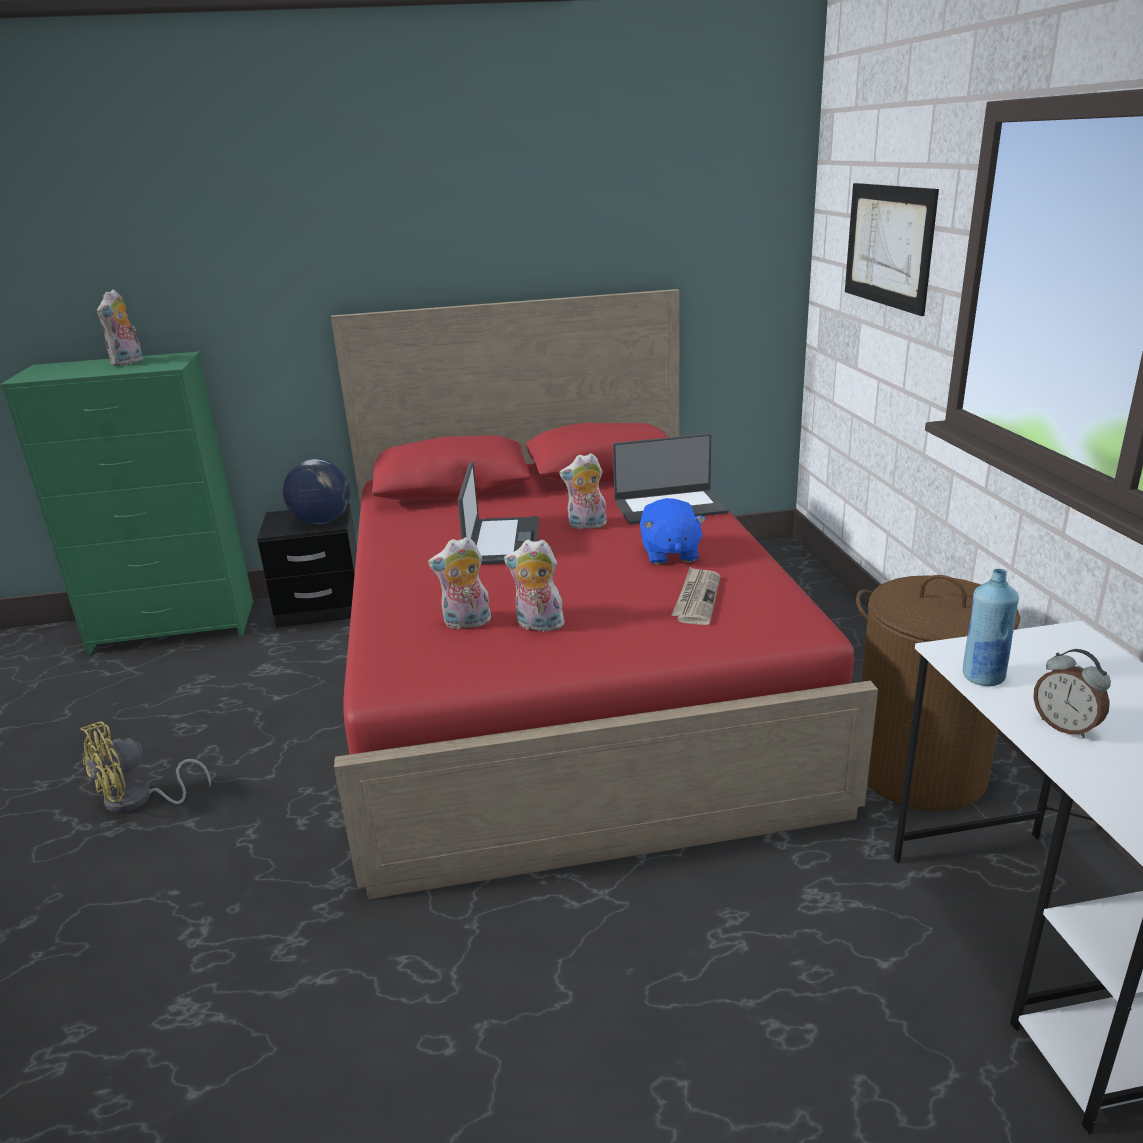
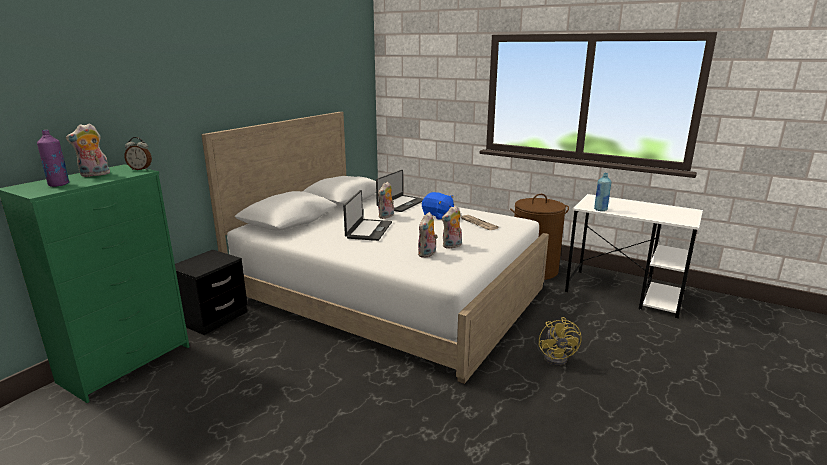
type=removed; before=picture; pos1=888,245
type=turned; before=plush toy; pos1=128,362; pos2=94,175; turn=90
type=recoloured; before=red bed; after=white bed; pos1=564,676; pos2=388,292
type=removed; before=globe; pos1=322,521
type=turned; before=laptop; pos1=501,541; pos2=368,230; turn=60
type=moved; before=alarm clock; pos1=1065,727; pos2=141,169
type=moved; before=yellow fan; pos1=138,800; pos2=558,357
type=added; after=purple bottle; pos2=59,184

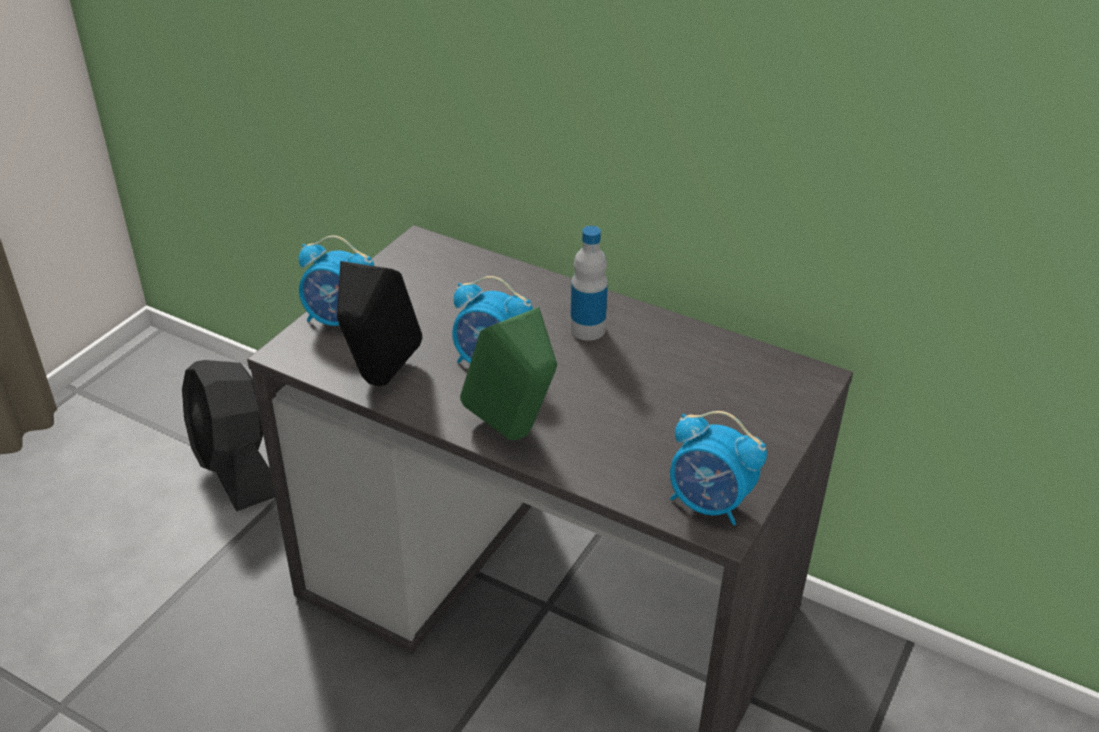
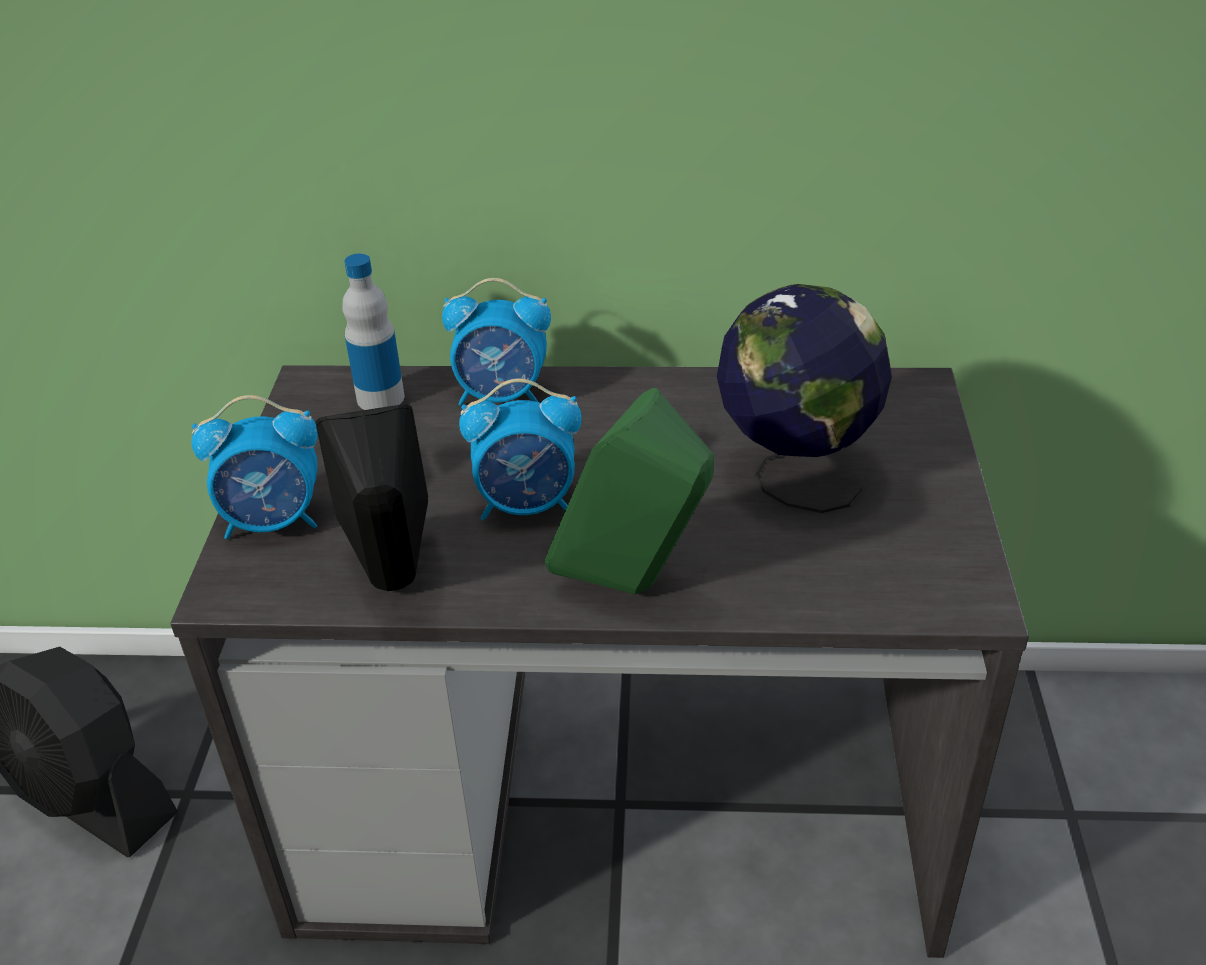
type=moved; before=bottle; pos1=587,329; pos2=380,398
type=moved; before=alarm clock; pos1=709,504; pos2=502,396
type=added; after=globe; pos2=794,475

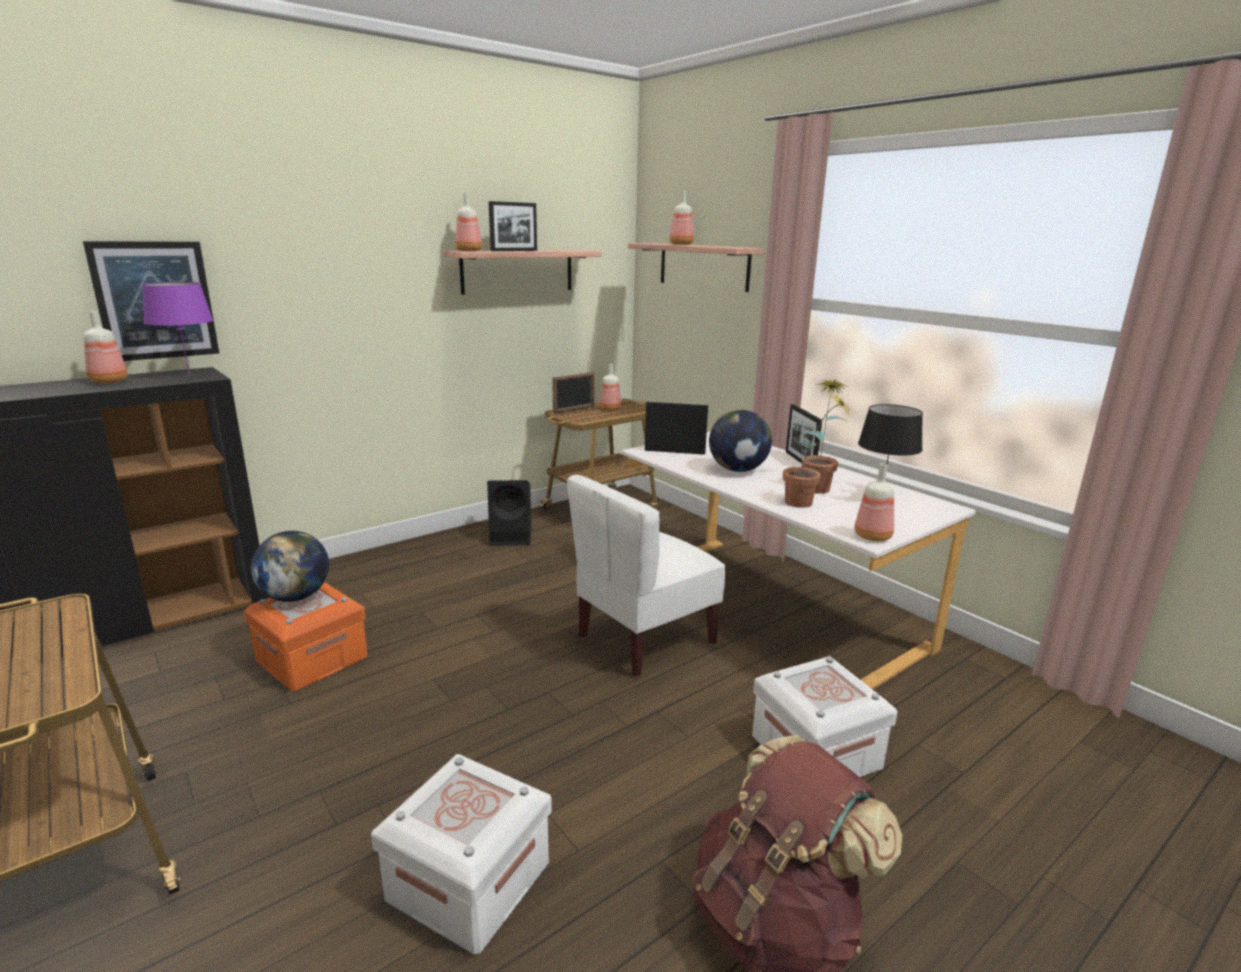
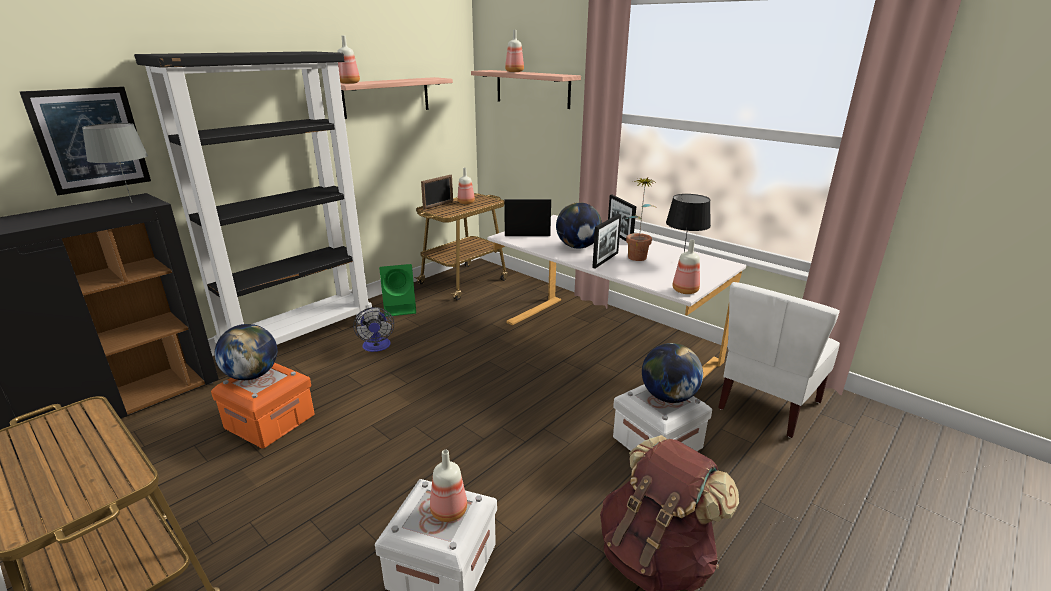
type=moved; before=picture frame; pos1=514,251; pos2=605,260
type=recoloured; before=purple table lamp; after=grey table lamp; pos1=189,375; pos2=131,202
type=moved; before=bottle; pos1=108,381; pos2=448,512
type=removed; before=potted plant; pos1=807,504
type=moved; before=white chair; pos1=644,640; pos2=767,405
type=recoloured; before=black speaker; after=green speaker; pos1=512,537; pos2=401,308
type=added; after=black bookcase; pos2=301,337
type=added; after=fan; pos2=377,347
type=added; after=globe; pos2=668,397

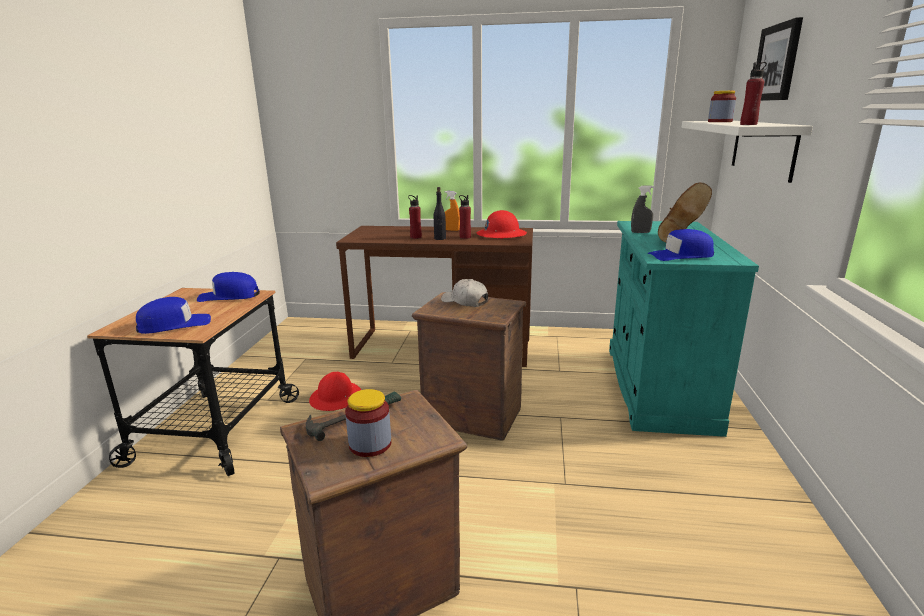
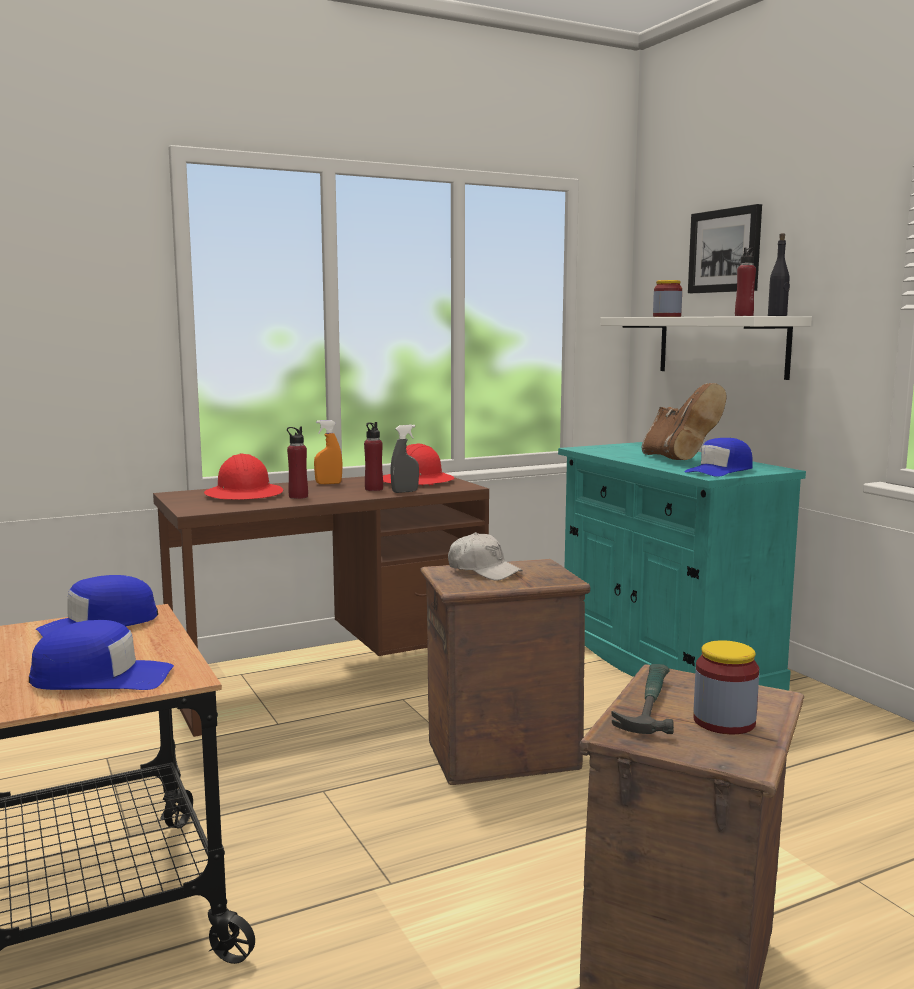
type=moved; before=grey spray bottle; pos1=640,232; pos2=405,492
type=moved; before=black bottle; pos1=440,238; pos2=777,316
type=turned; before=white cap; pos1=465,301; pos2=483,571; turn=-150
type=turned; before=blue cap; pos1=175,324; pos2=102,678; turn=60
type=moved; before=red hard hat; pos1=336,398; pos2=244,494

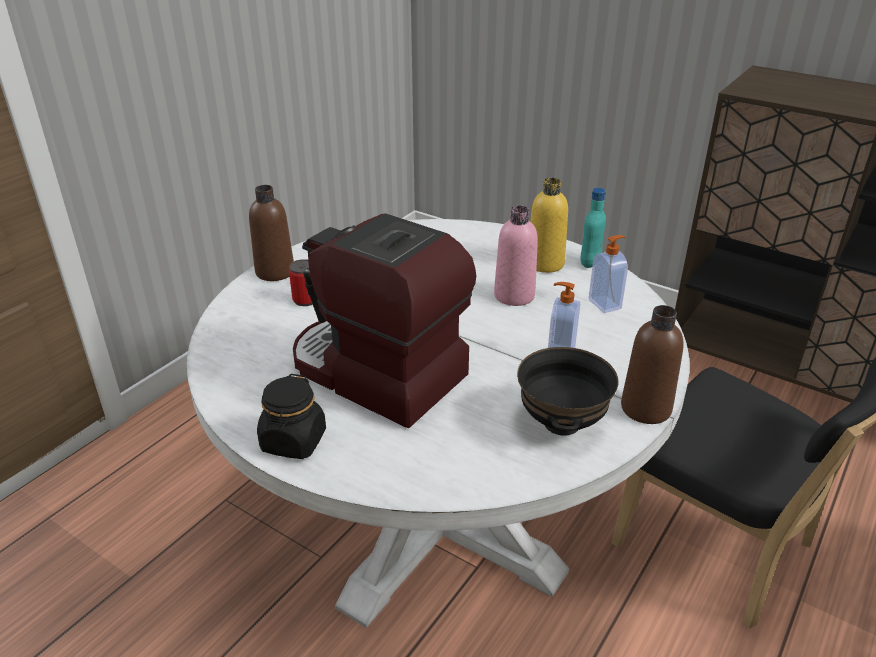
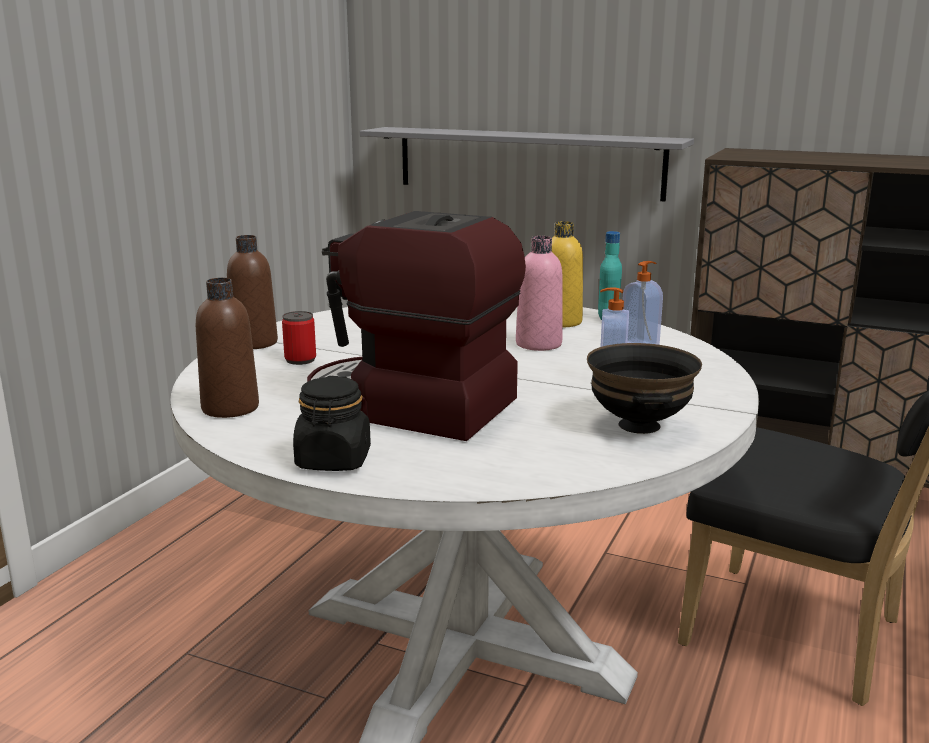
type=moved; before=brown bottle; pos1=646,408; pos2=230,408
type=added; after=grey shelf; pos2=527,162

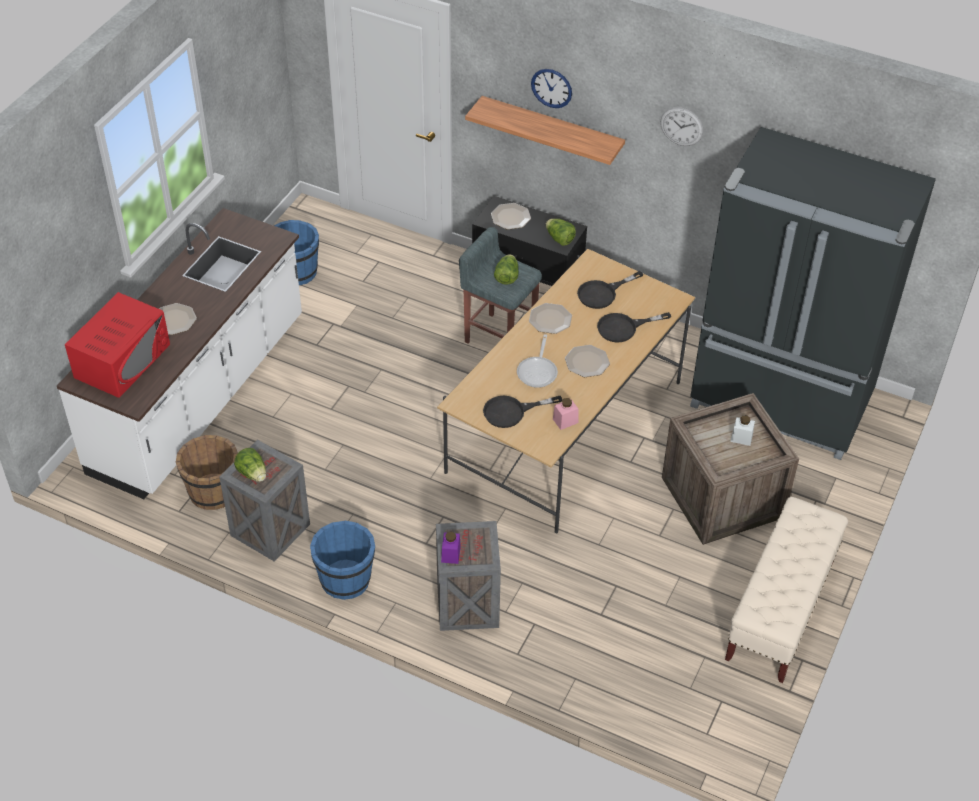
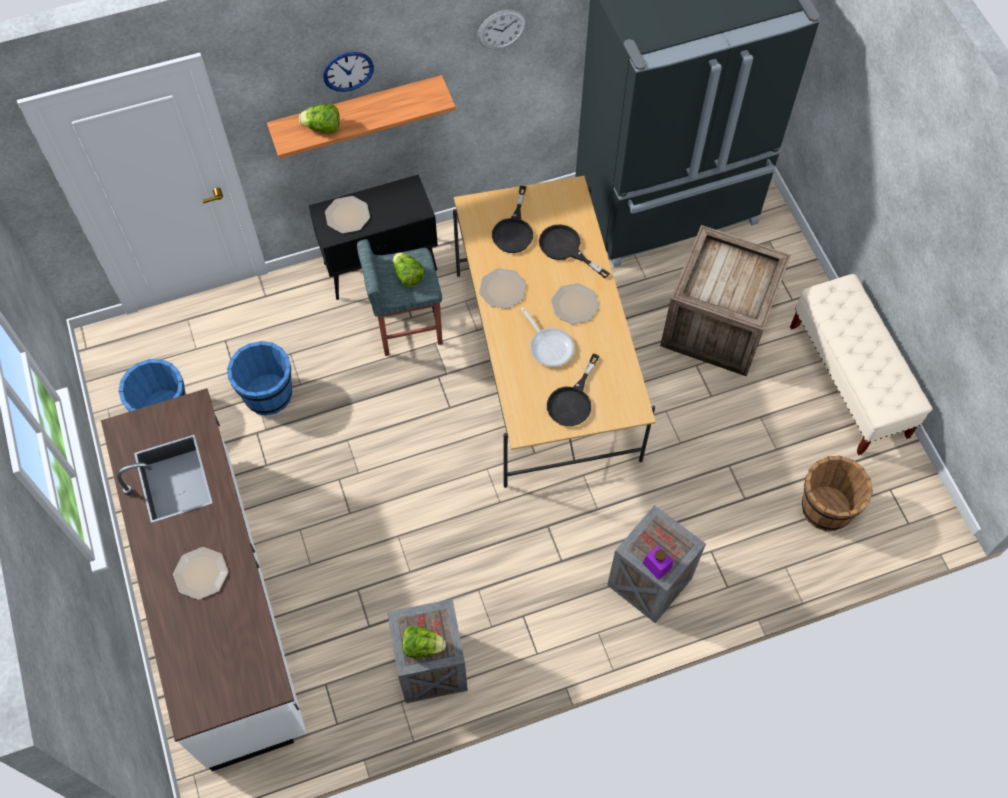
type=moved; before=lettuce; pos1=559,239; pos2=322,128
type=removed; before=red microwave; pos1=122,360
type=turned; before=black frying pan; pos1=624,328; pos2=566,249; turn=105
type=removed; before=pink jar; pos1=565,421
type=removed; before=white jar; pos1=741,438
type=moved; before=brown bucket; pos1=213,491; pos2=825,507
type=moved; before=blue bucket; pos1=345,579; pos2=268,394

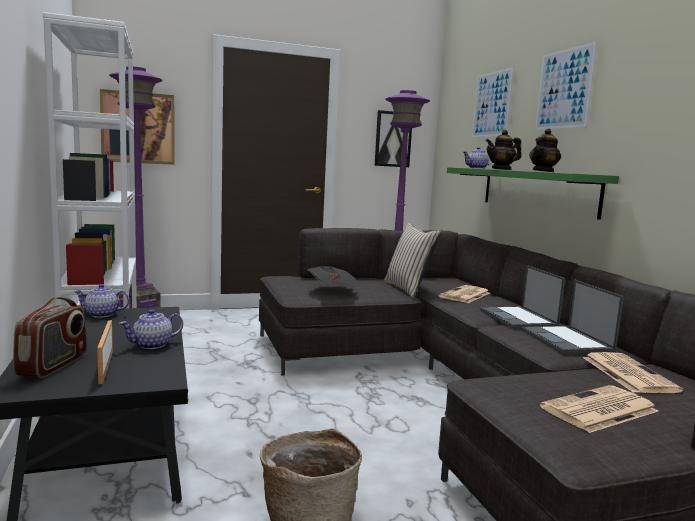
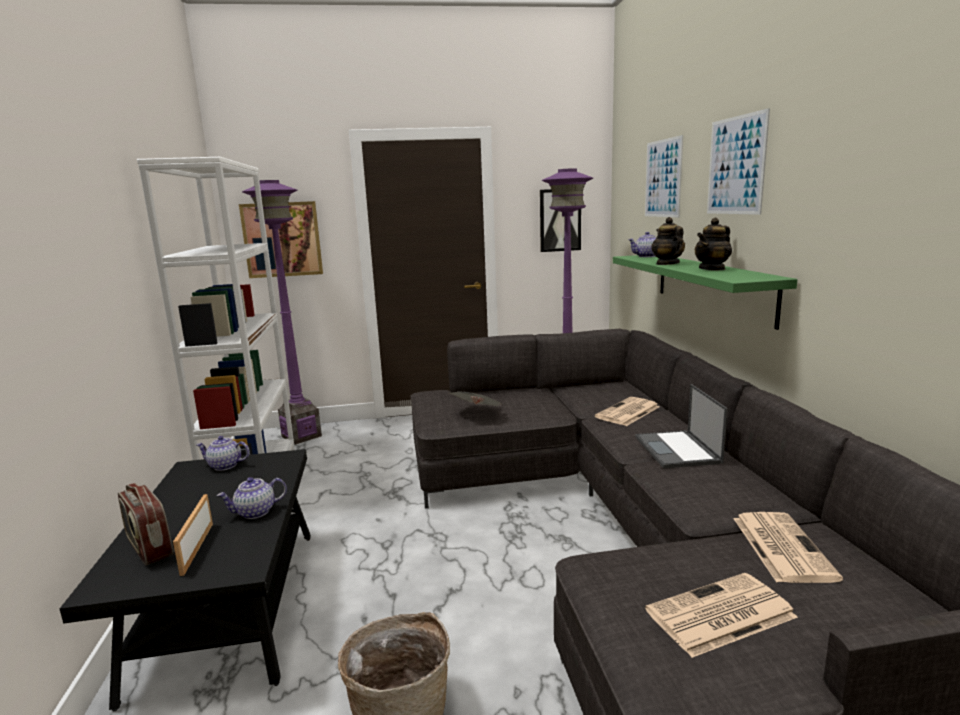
type=turned; before=teapot; pos1=501,169; pos2=667,264; turn=90
type=removed; before=beige pillow; pos1=408,289
type=removed; before=laptop; pos1=567,341
type=turned; before=radio; pos1=53,365; pos2=149,547; turn=120

